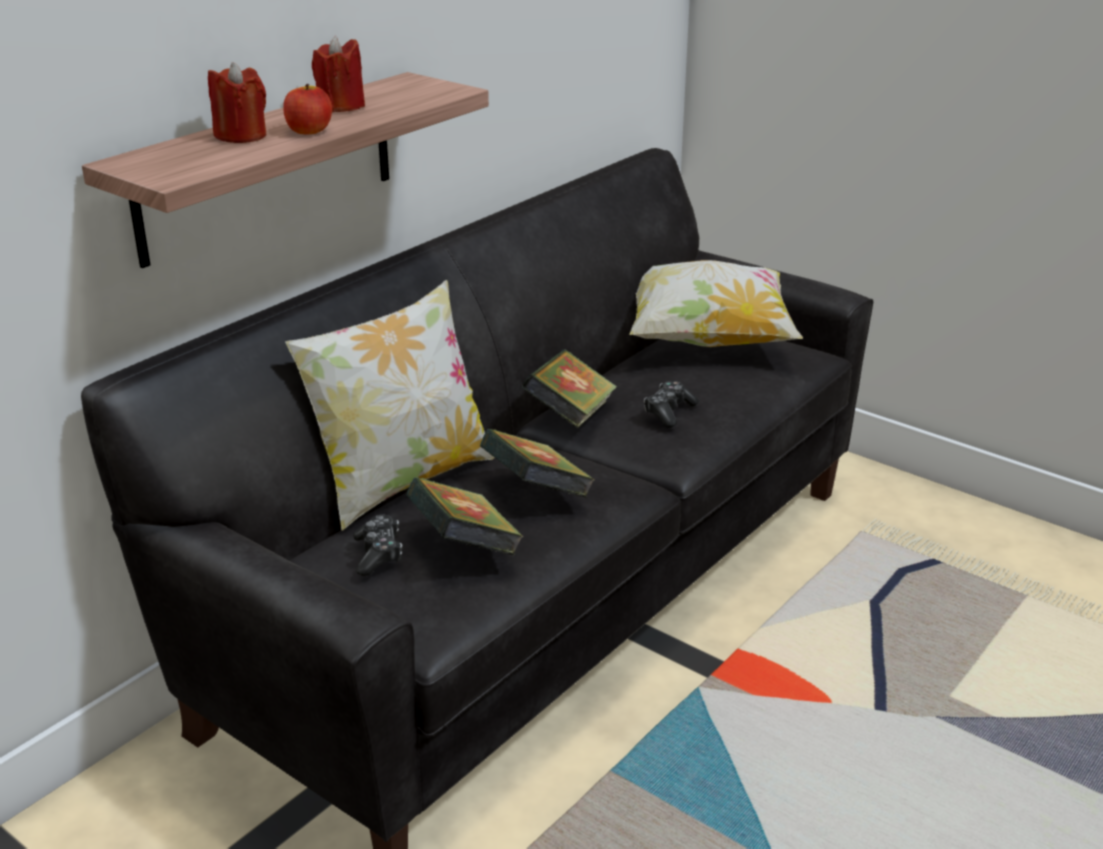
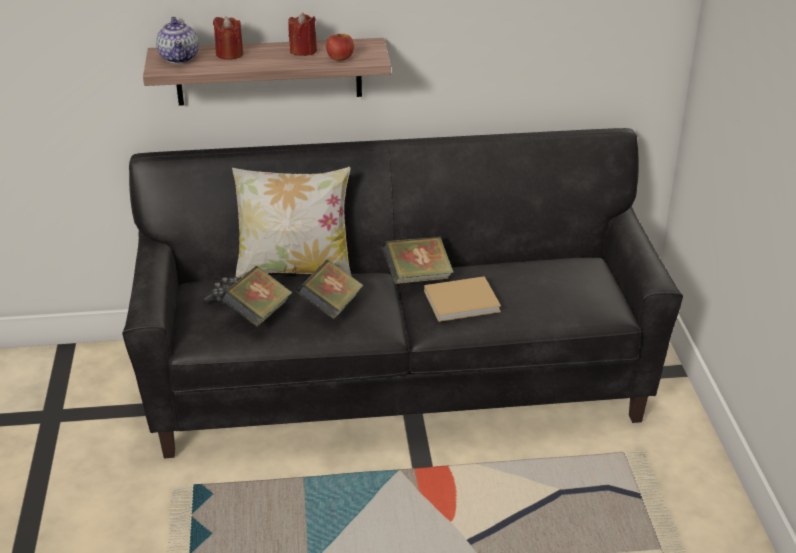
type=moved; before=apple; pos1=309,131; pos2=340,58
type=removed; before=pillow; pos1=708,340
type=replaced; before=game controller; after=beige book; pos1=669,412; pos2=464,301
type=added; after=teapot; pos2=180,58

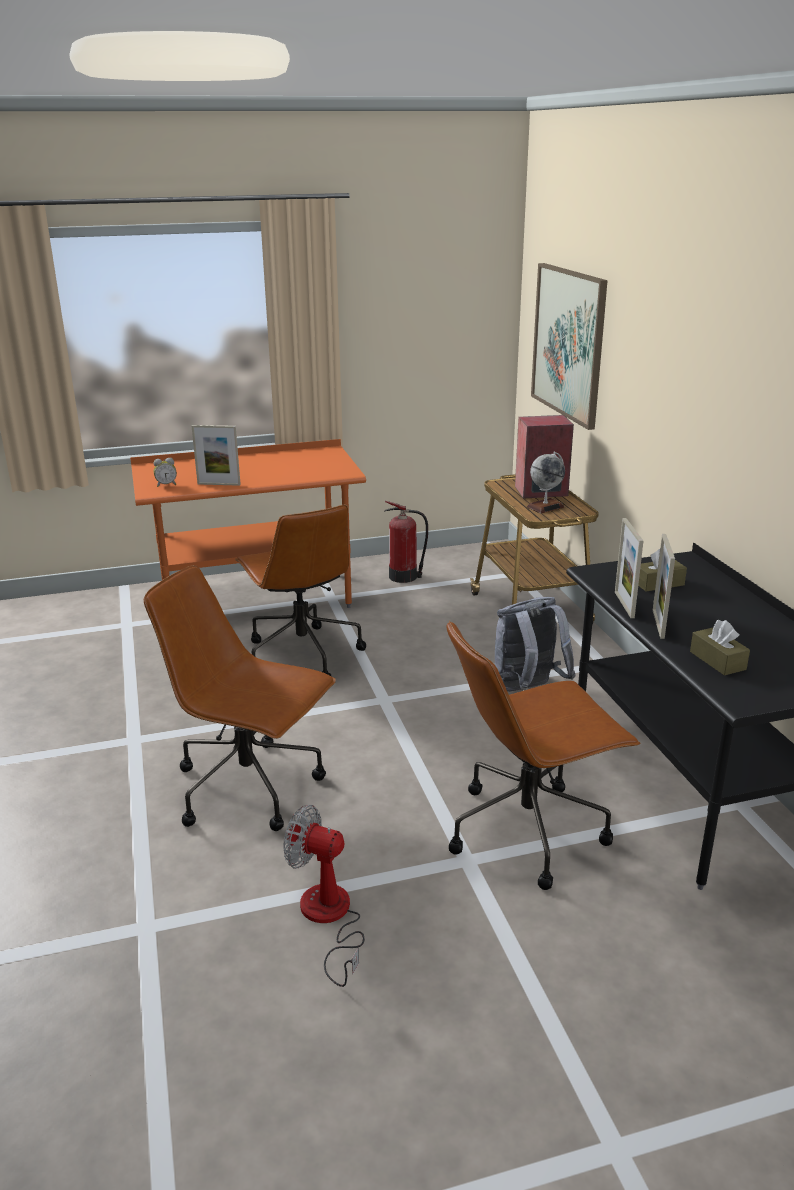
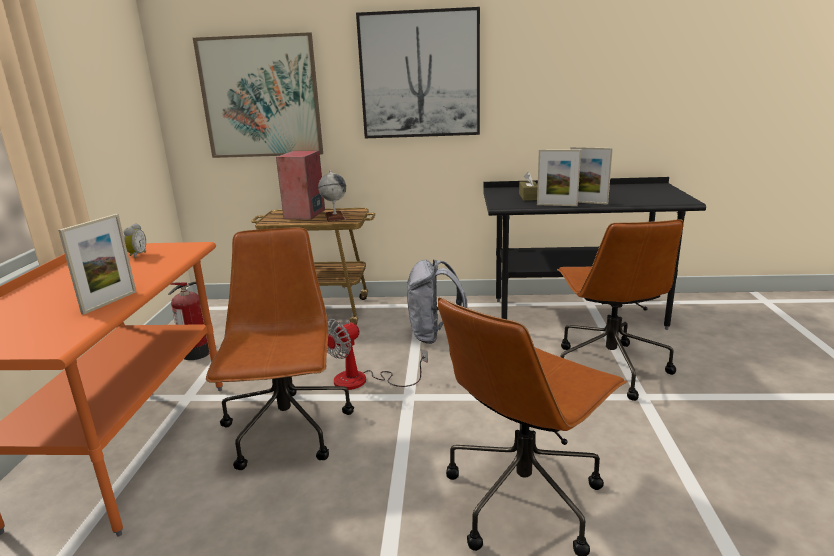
type=moved; before=alarm clock; pos1=166,485; pos2=136,255
type=turned; before=brown office chair; pos1=302,654; pos2=287,431; turn=-90
type=removed; before=brown tissue box; pos1=717,660
type=moved; before=fan; pos1=329,919; pos2=362,381
type=added; after=picture; pos2=420,75

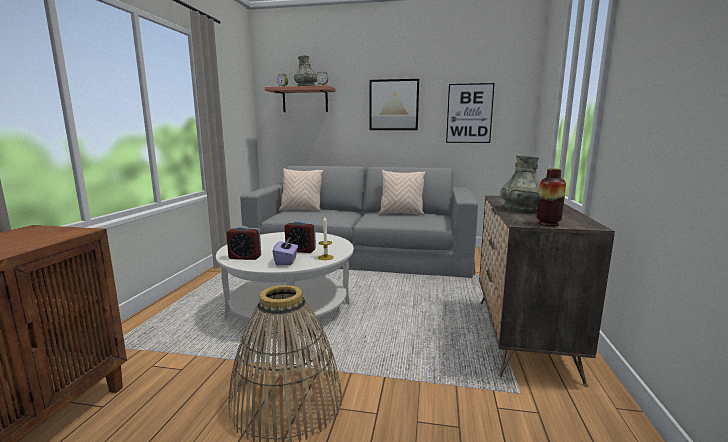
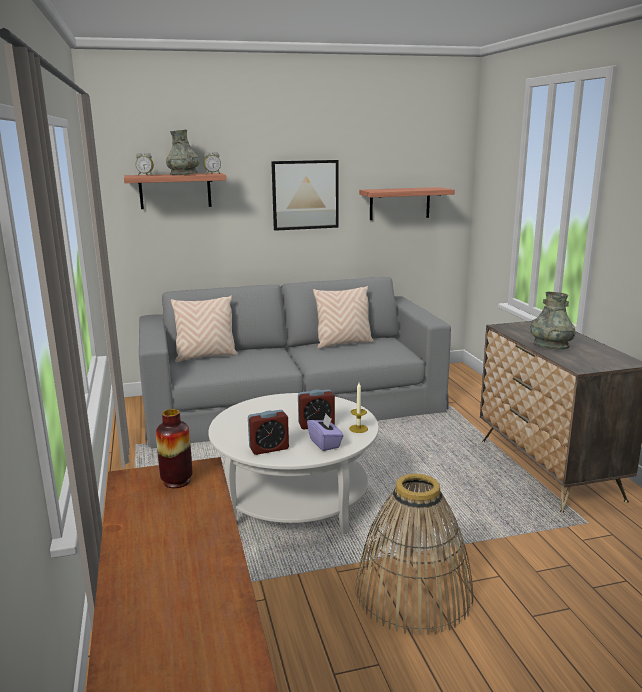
type=replaced; before=picture; after=shelf; pos1=469,113; pos2=399,203
type=moved; before=vase; pos1=548,224; pos2=177,481

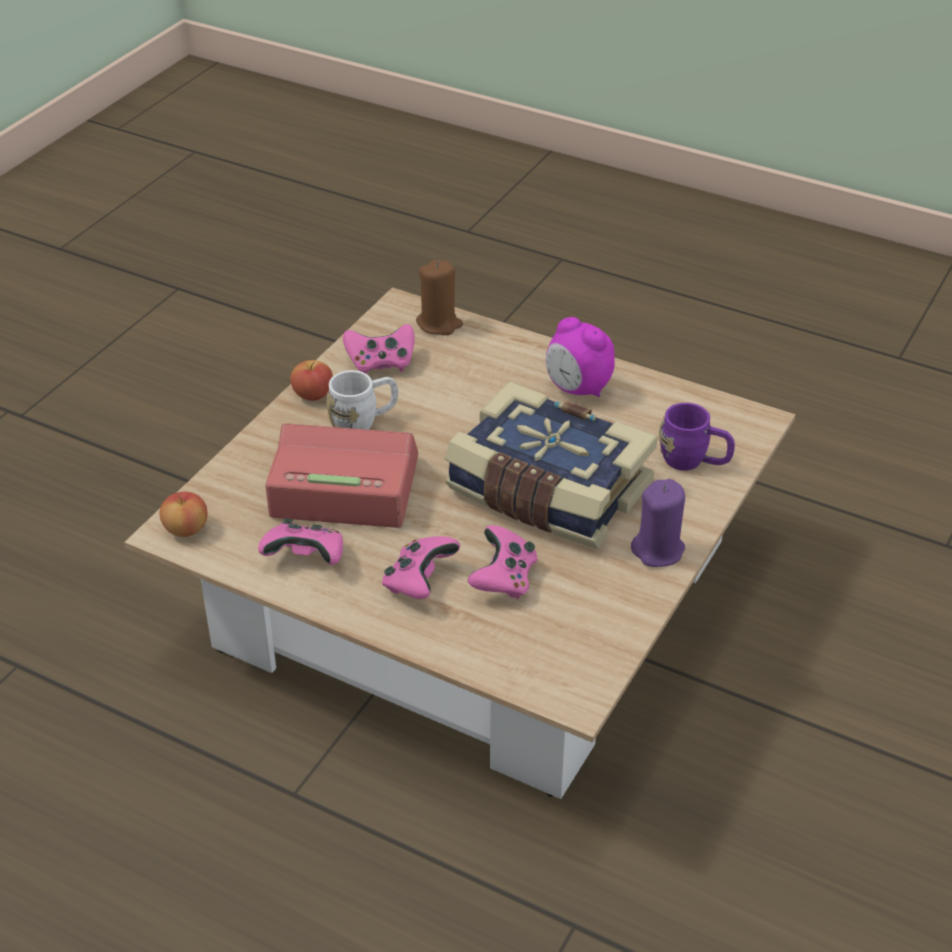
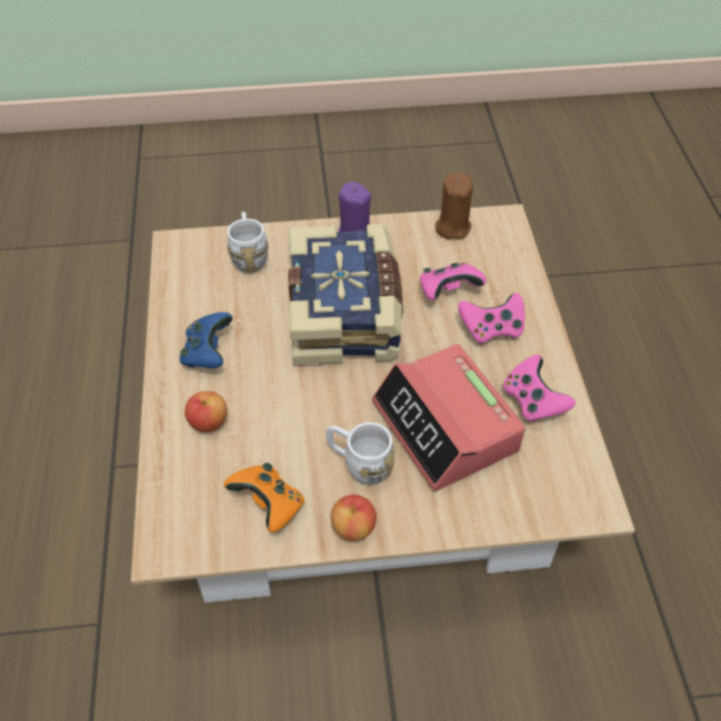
type=moved; before=brown candle; pos1=439,324; pos2=452,227
type=replaced; before=alarm clock; after=blue game controller; pos1=577,389; pos2=208,353
type=recoloured; before=pink game controller; after=orange game controller; pos1=380,363; pos2=269,505
type=recoloured; before=purple mug; after=white mug; pos1=693,462; pos2=249,256
type=moved; before=apple; pos1=186,529; pos2=208,422

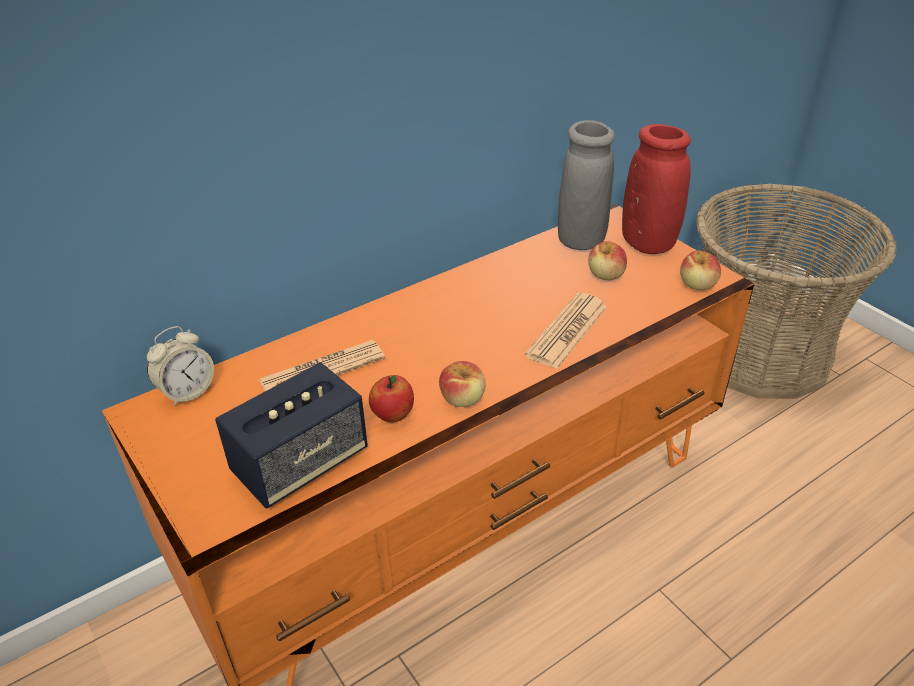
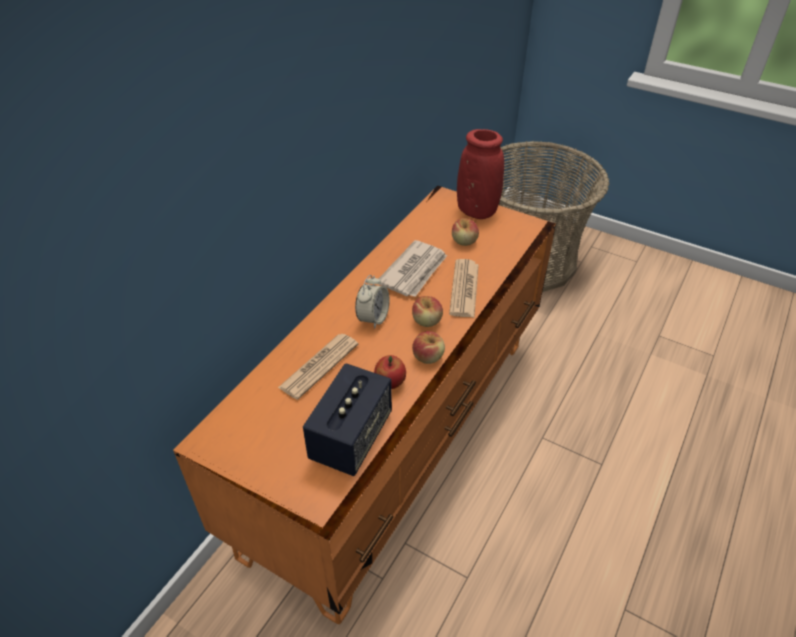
type=removed; before=grey vase; pos1=581,240
type=moved; before=apple; pos1=697,285; pos2=427,321
type=moved; before=alarm clock; pos1=187,392; pos2=373,318
type=added; after=newspaper; pos2=414,271

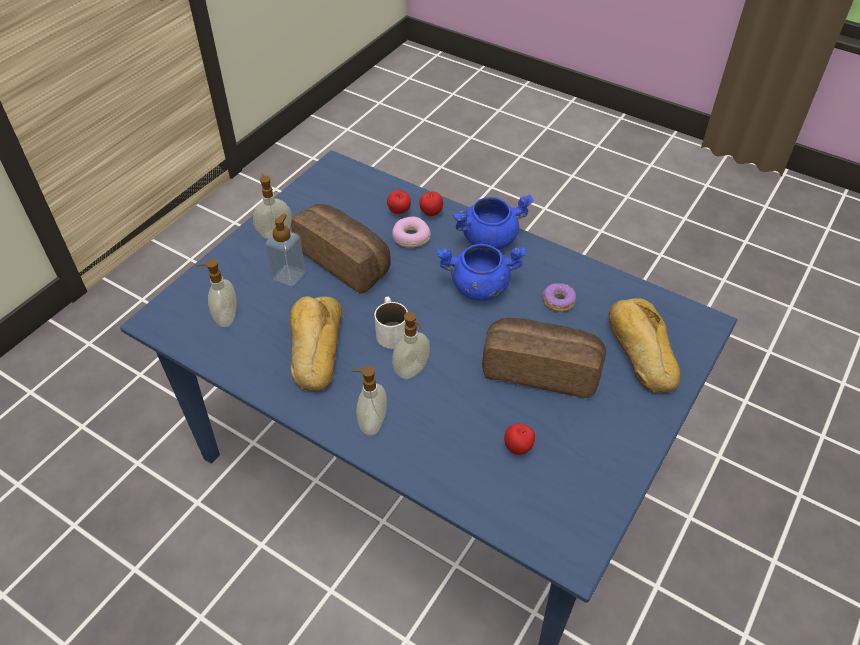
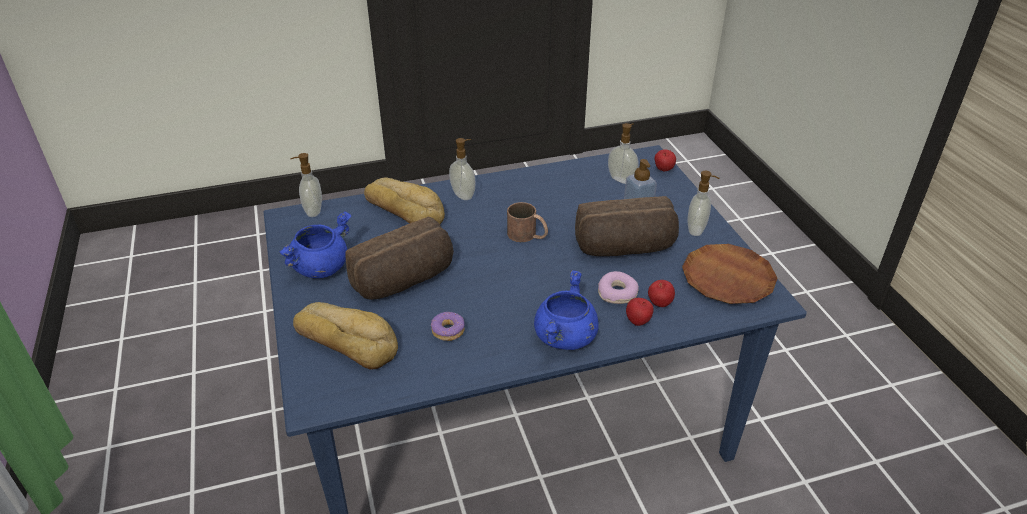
type=moved; before=blue cooking pot; pos1=479,287; pos2=320,267
type=moved; before=bread; pos1=314,348; pos2=405,209
type=recoloured; before=white mug; after=brown mug; pos1=391,329; pos2=528,235
type=moved; before=soap dispenser; pos1=412,371; pos2=312,211
type=moved; before=apple; pos1=518,448; pos2=663,170
type=added; after=brown plate; pos2=727,279

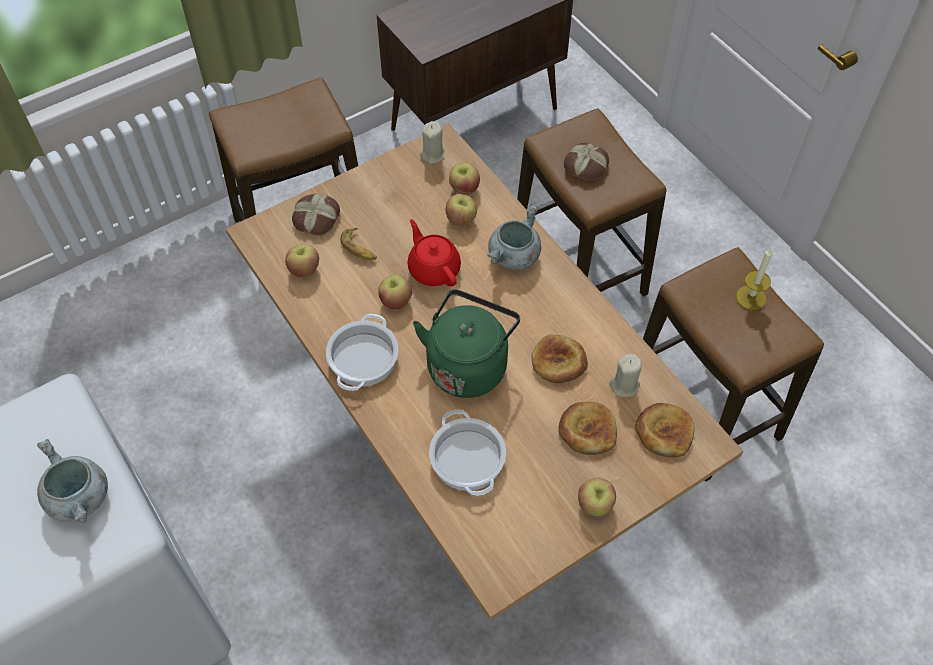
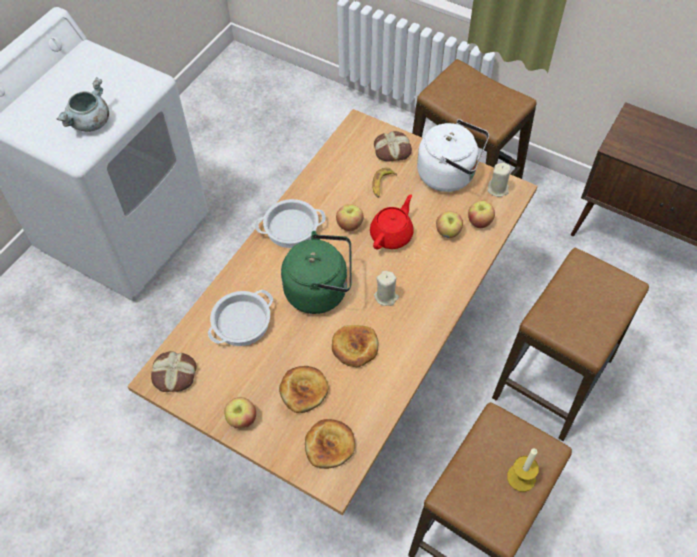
type=moved; before=bread; pos1=586,166; pos2=174,375
type=removed; before=grey cooking pot; pos1=514,257
type=removed; before=apple; pos1=304,269
type=moved; before=beige candle; pos1=625,385; pos2=386,297
type=added; after=white kettle; pos2=450,175

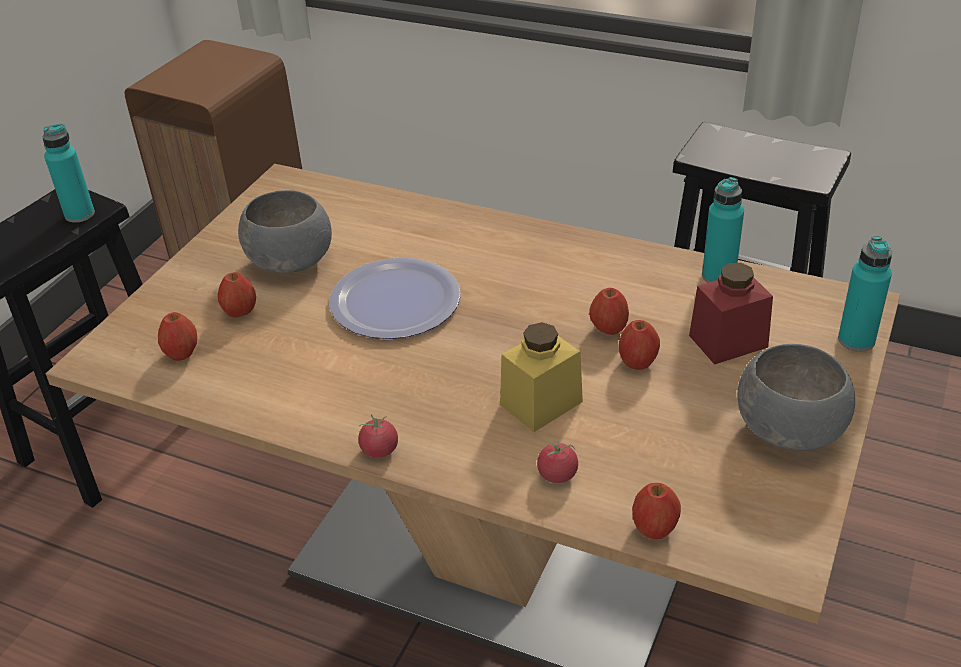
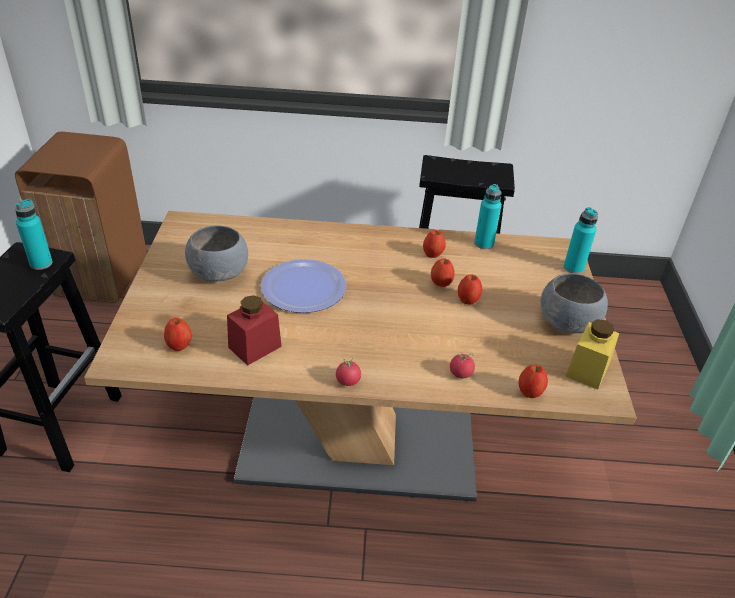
type=moved; before=red jar; pos1=728,341; pos2=255,347
type=moved; before=apple; pos1=240,312; pos2=432,255
type=moved; before=yellow jar; pos1=541,403; pos2=587,370

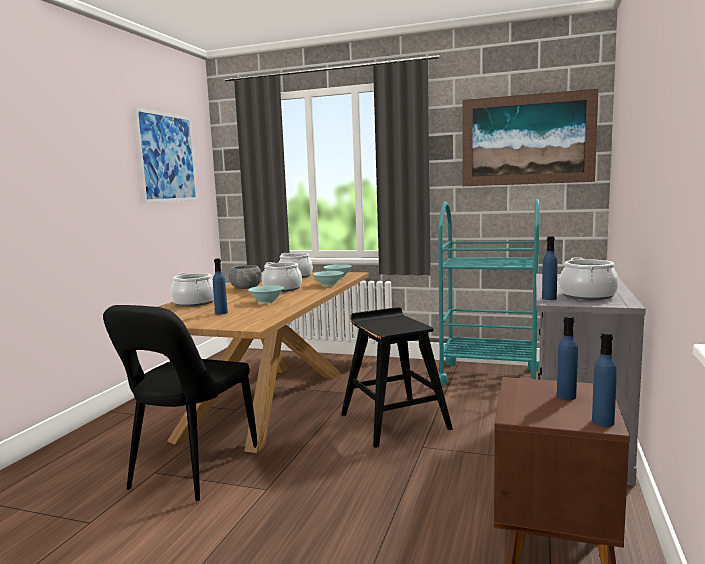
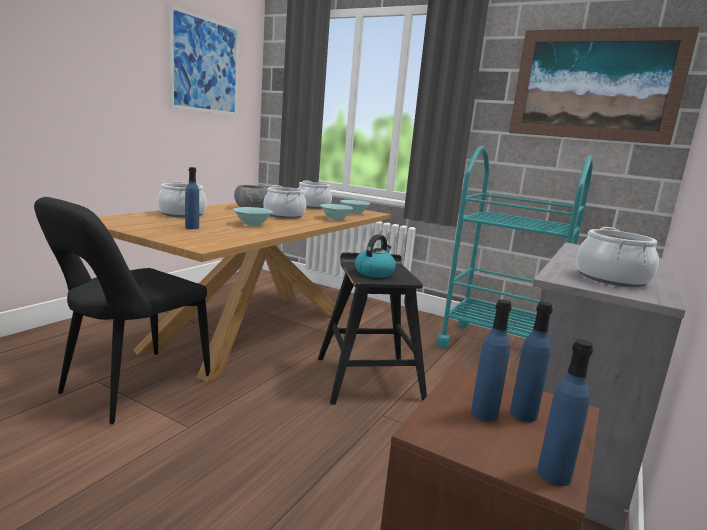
type=moved; before=blue bottle; pos1=549,298; pos2=484,413
type=added; after=kettle; pos2=374,272

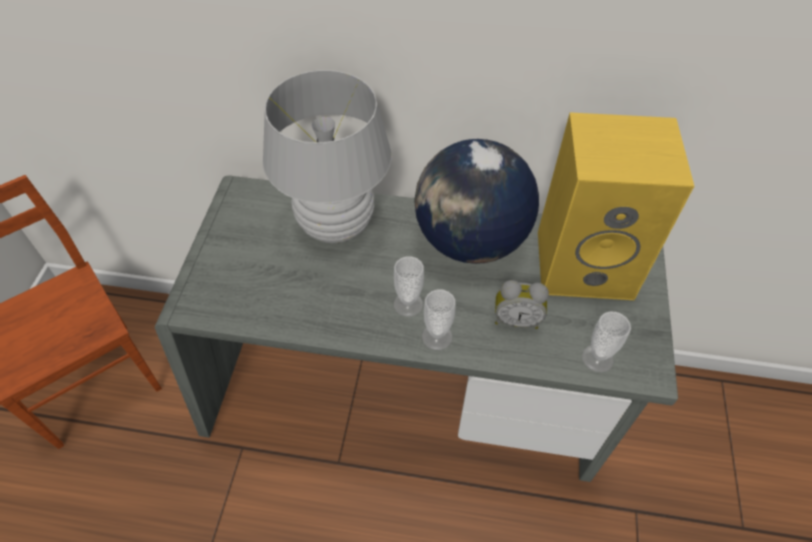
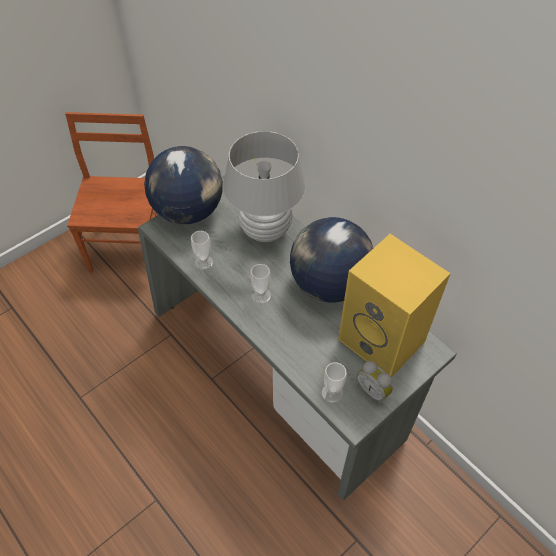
type=moved; before=alarm clock; pos1=516,319; pos2=373,390
type=moved; before=cup; pos1=437,337; pos2=203,262
type=added; after=globe; pos2=189,211

